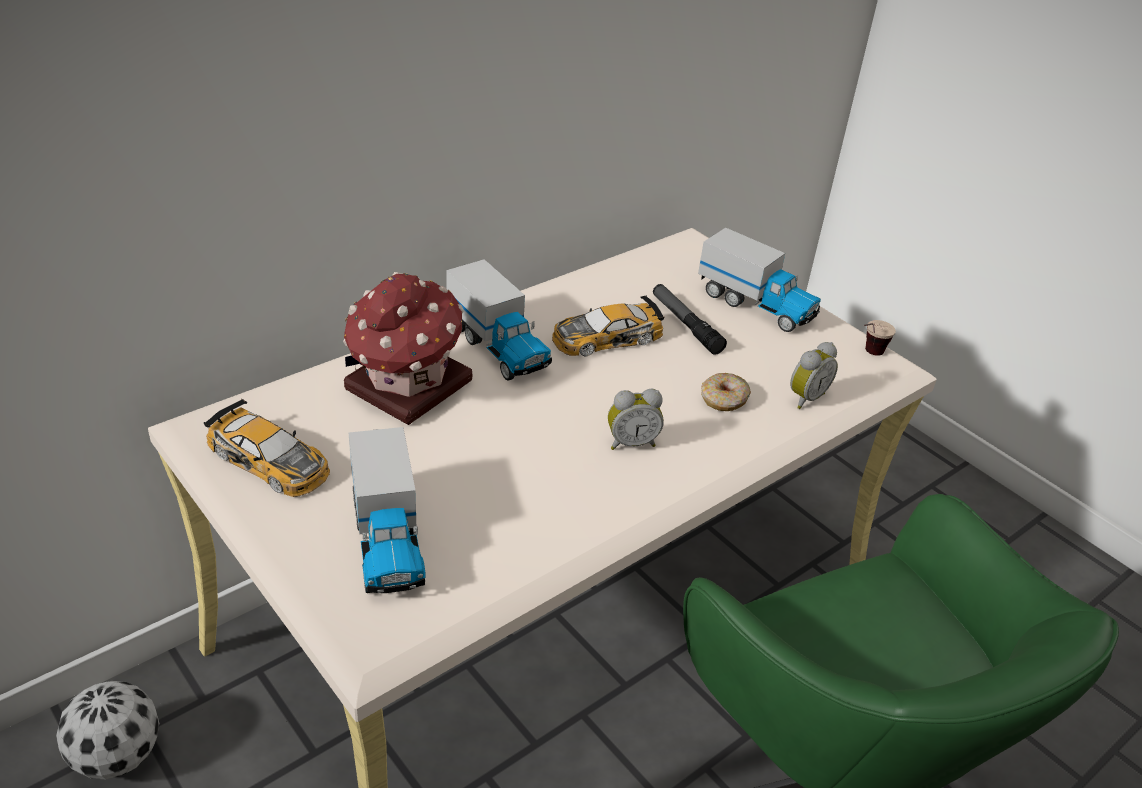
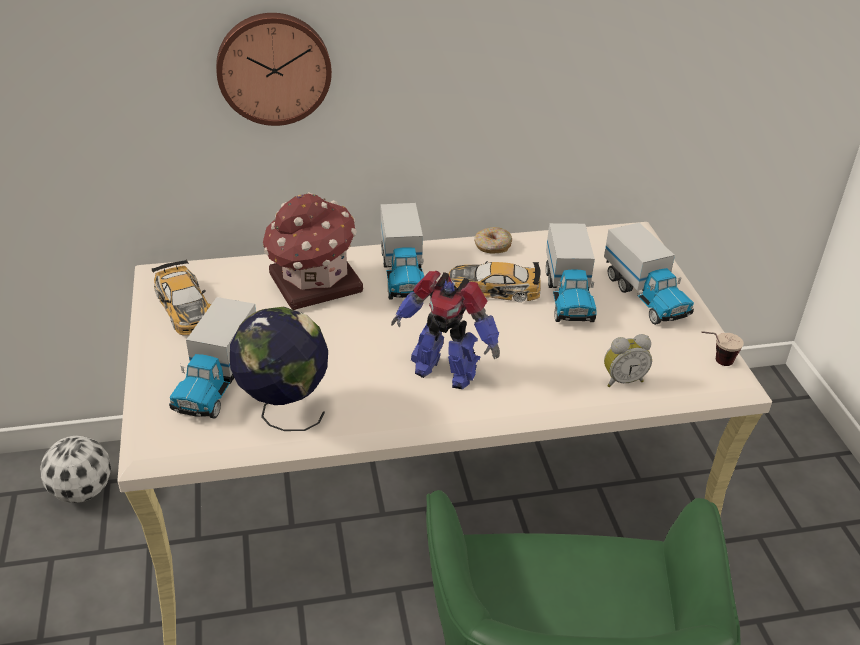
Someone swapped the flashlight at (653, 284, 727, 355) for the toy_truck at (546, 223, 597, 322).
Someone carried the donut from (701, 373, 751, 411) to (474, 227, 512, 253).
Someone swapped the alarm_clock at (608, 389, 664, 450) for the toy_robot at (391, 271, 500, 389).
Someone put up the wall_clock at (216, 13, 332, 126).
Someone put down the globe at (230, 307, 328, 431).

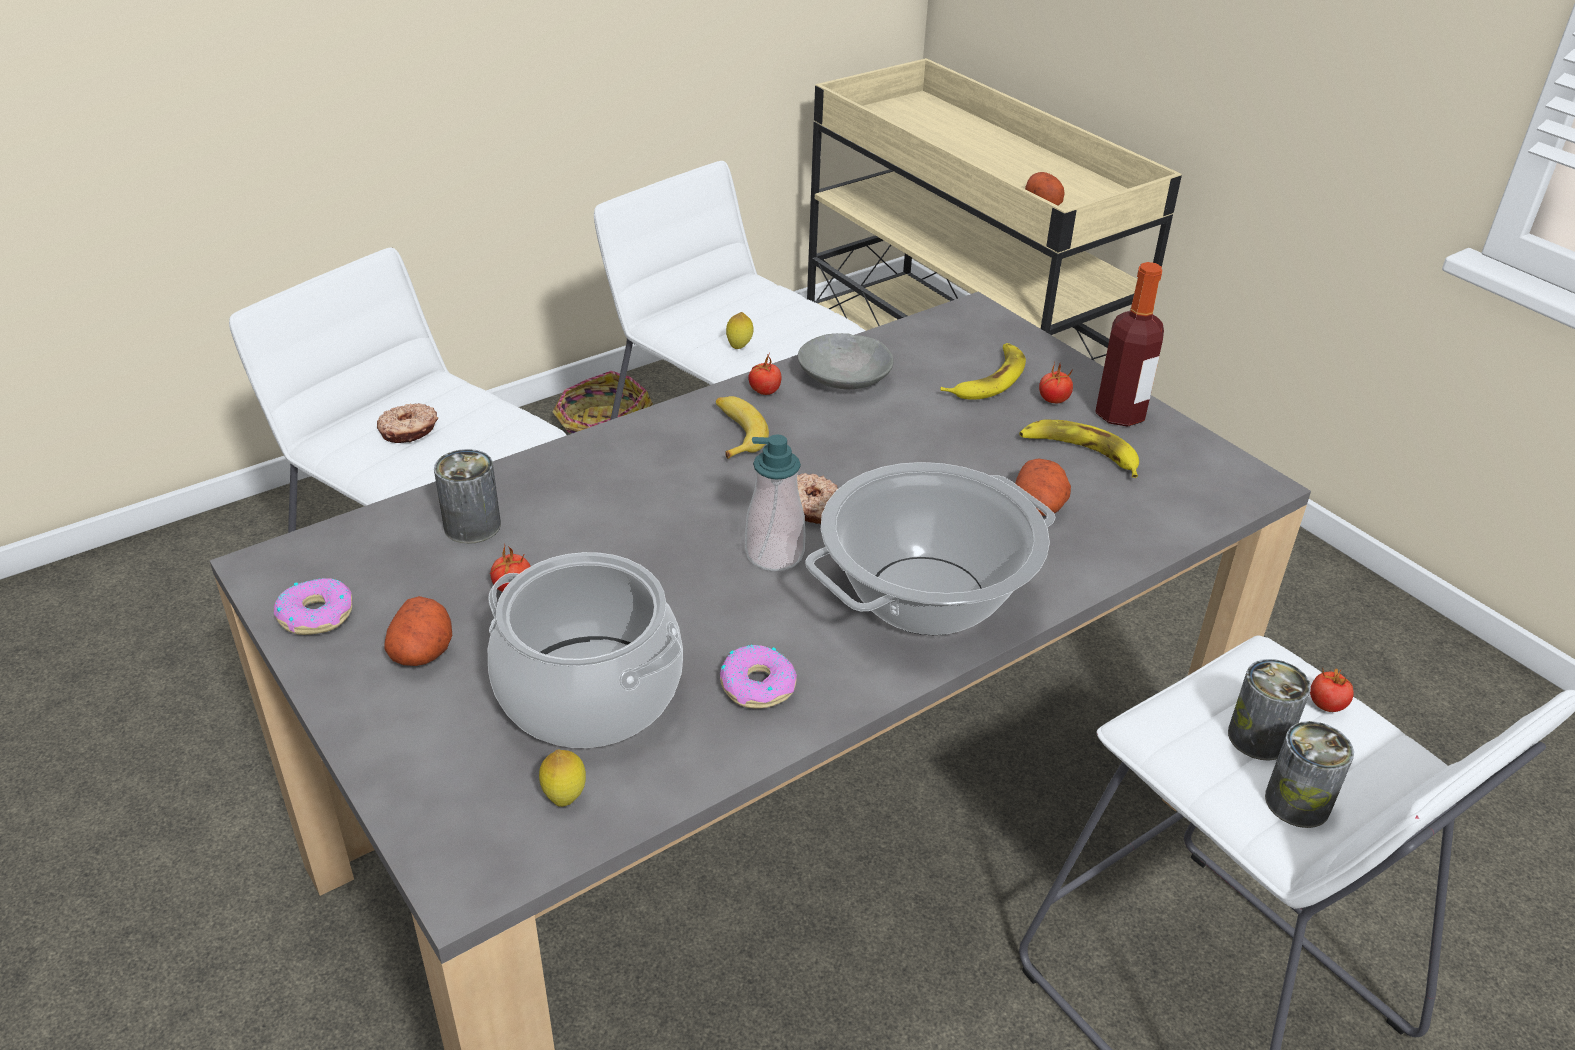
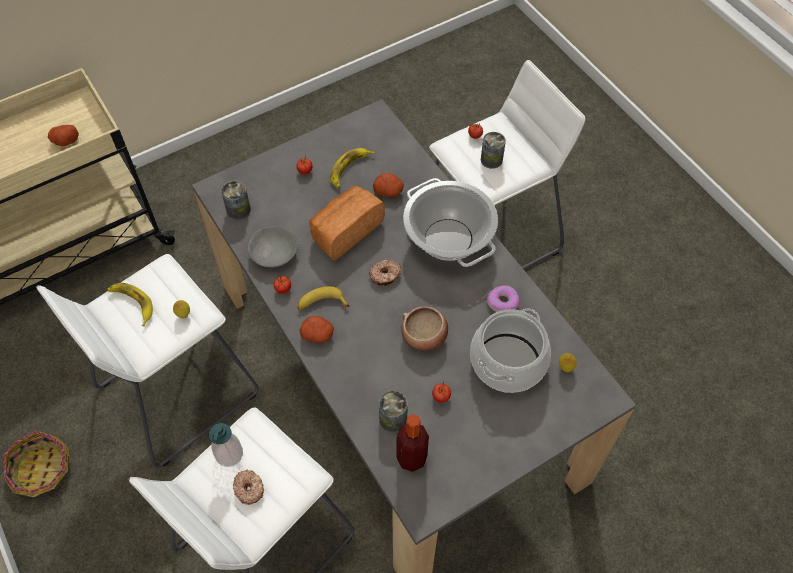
Someone carried the bottle from (1095, 262, 1164, 427) to (396, 414, 429, 472).
Someone carried the banana from (940, 343, 1026, 400) to (108, 283, 153, 326).
Someone carried the soap_dispenser from (745, 434, 805, 571) to (209, 423, 243, 467).
Someone took away the donut at (273, 578, 352, 635).
Someone carried the potato from (384, 596, 452, 666) to (299, 316, 334, 343).
Someone carried the can from (1265, 721, 1354, 828) to (221, 181, 251, 220).
Someone put down the bread at (310, 186, 385, 260).
Someone put down the bowl at (401, 306, 448, 351).

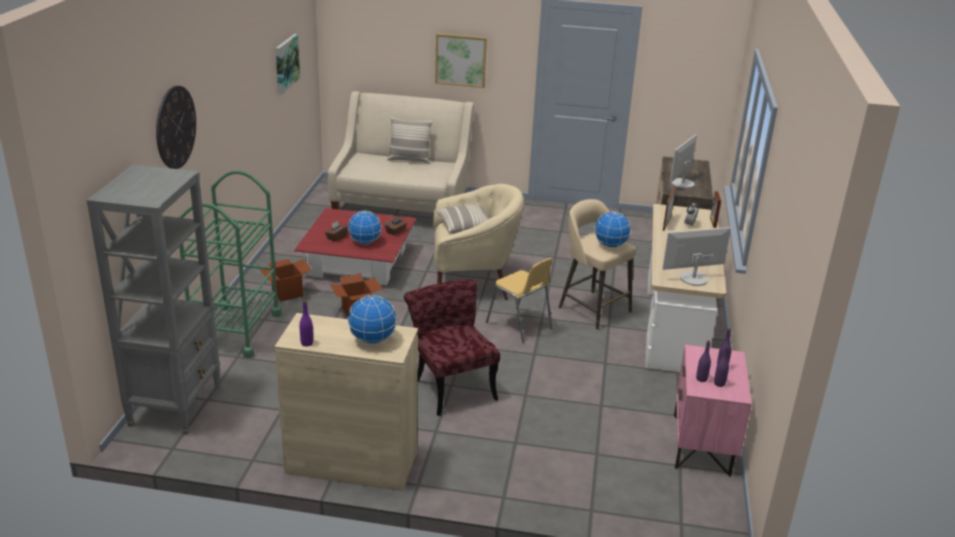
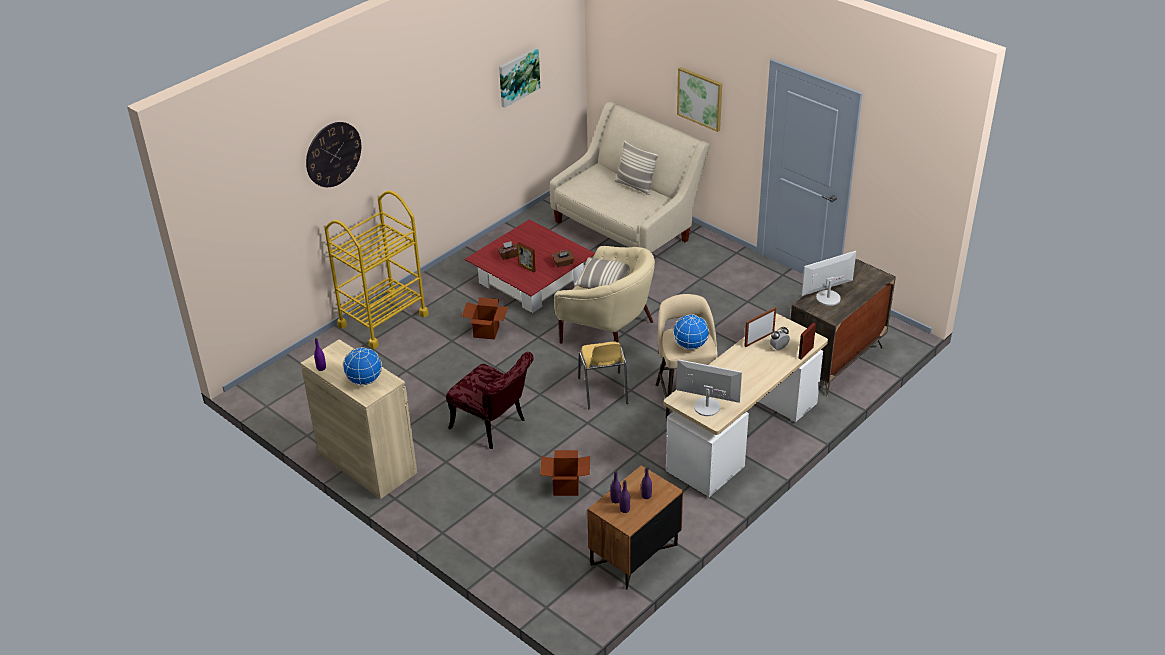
Someone took away the grey_bookcase at (87, 164, 221, 435).
Someone repainted the green_cart at (178, 170, 282, 358), which became the yellow_cart at (324, 191, 429, 349).
Someone swapped the globe at (348, 211, 382, 244) for the picture_frame at (517, 242, 536, 272).
Someone carried the cardboard_box from (260, 259, 312, 302) to (540, 450, 590, 496).
Someone rotated the red_chair at (404, 279, 500, 416) by 120 degrees clockwise.
Someone repainted the pink_nightstand at (674, 345, 752, 477), which became the brown_nightstand at (587, 465, 683, 590).

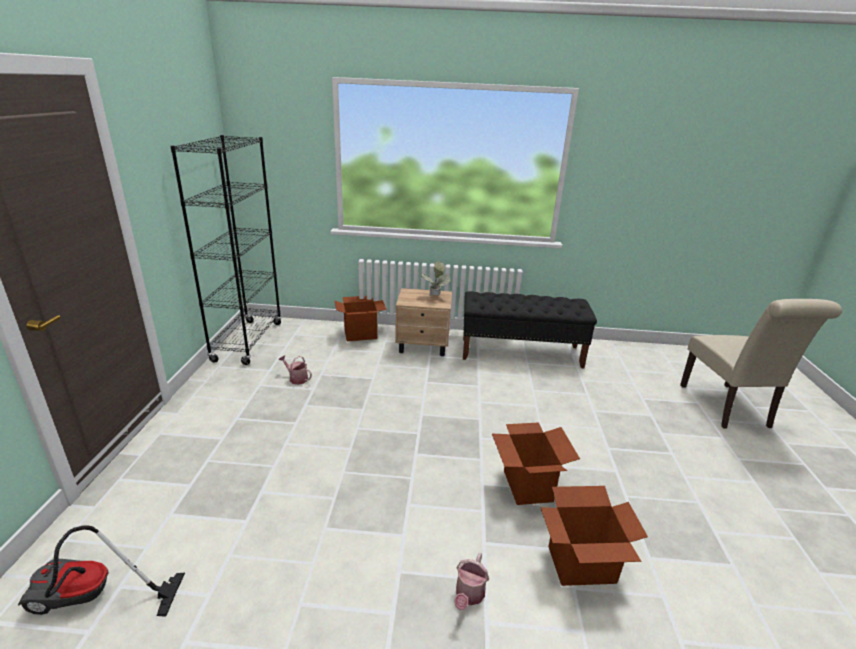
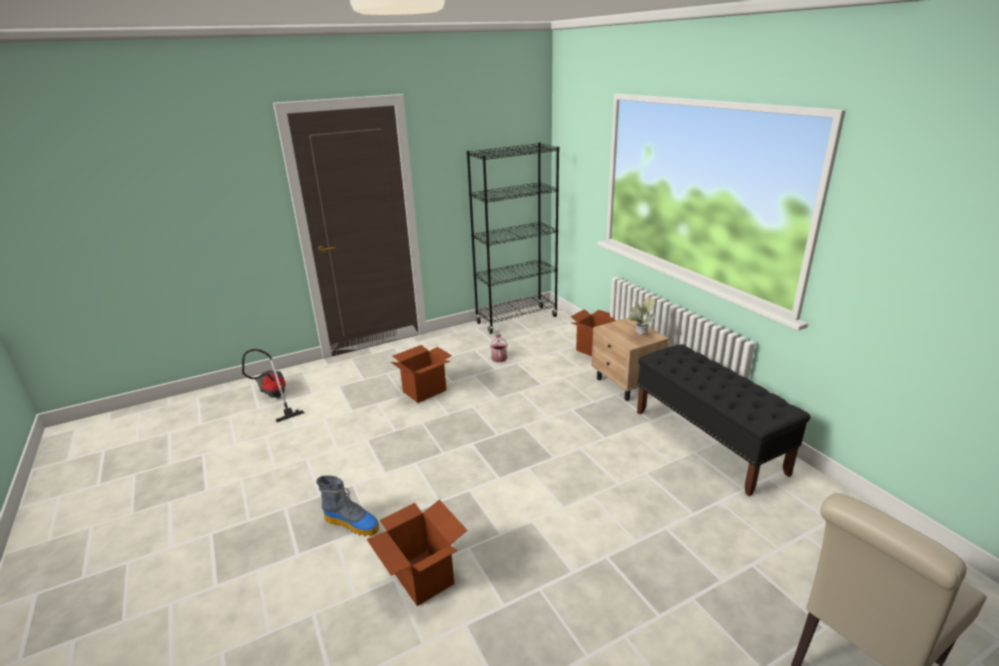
Someone carried the cardboard_box from (492, 422, 580, 505) to (391, 345, 452, 403).
Someone swapped the watering_can at (454, 553, 489, 610) for the boot at (316, 476, 379, 537).

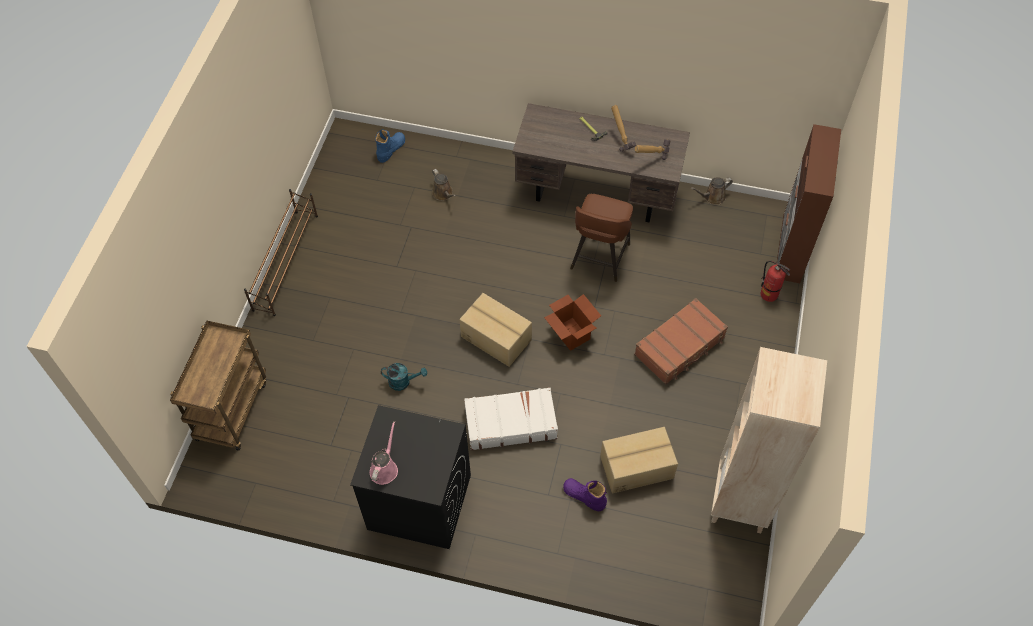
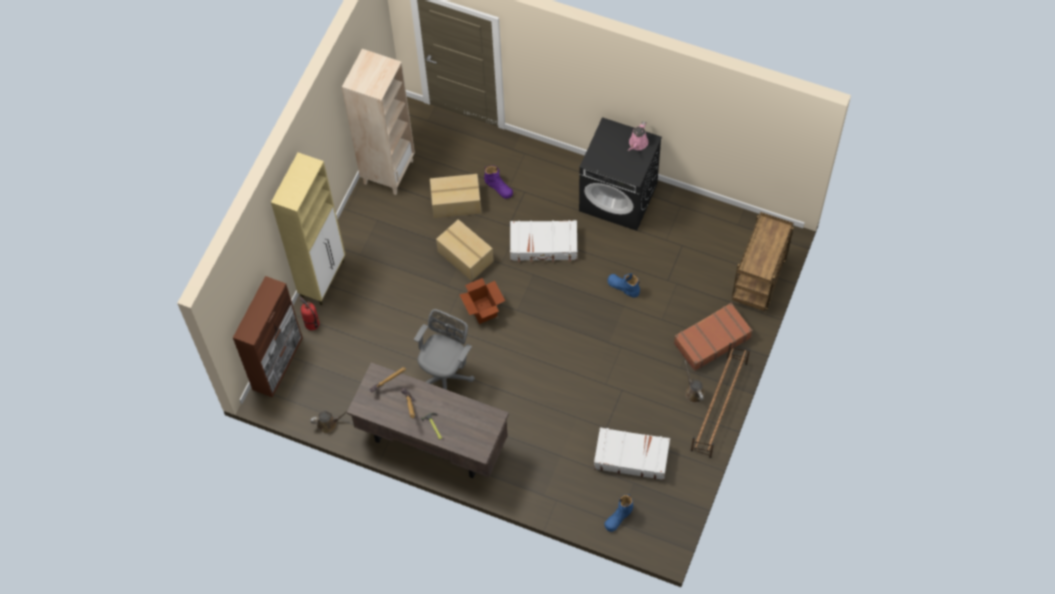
Someone carried the brown_watering_can from (432, 169, 456, 201) to (685, 360, 705, 403).
Someone swapped the brown_stool at (570, 194, 633, 282) for the grey_office_chair at (414, 309, 475, 390).
Someone carried the cardboard_box from (459, 293, 532, 367) to (436, 219, 494, 281).
Someone carried the brown_suitcase from (634, 298, 728, 385) to (674, 303, 753, 371).
Someone swapped the turquoise_watering_can at (381, 363, 427, 391) for the blue_boot at (608, 274, 640, 298).
Someone put down the beige_cabinet at (271, 152, 345, 305).
Someone put down the white_suitcase at (594, 427, 670, 480).

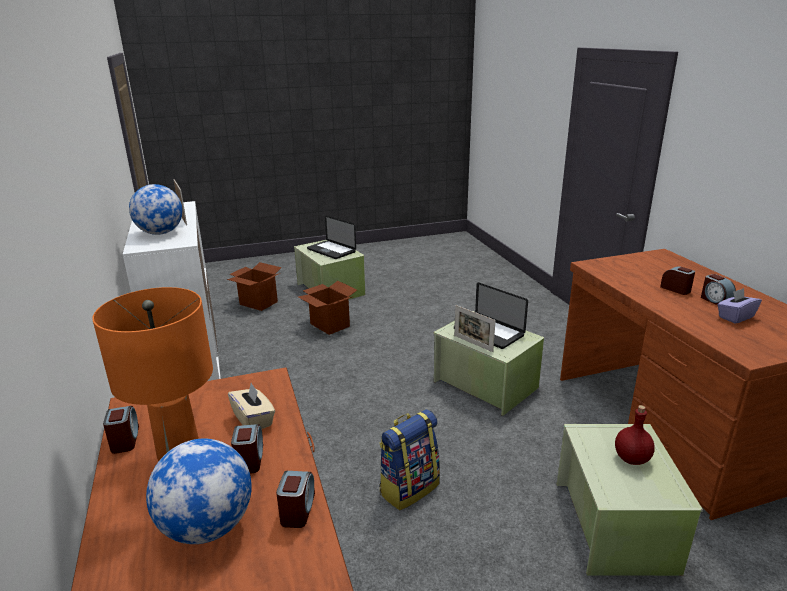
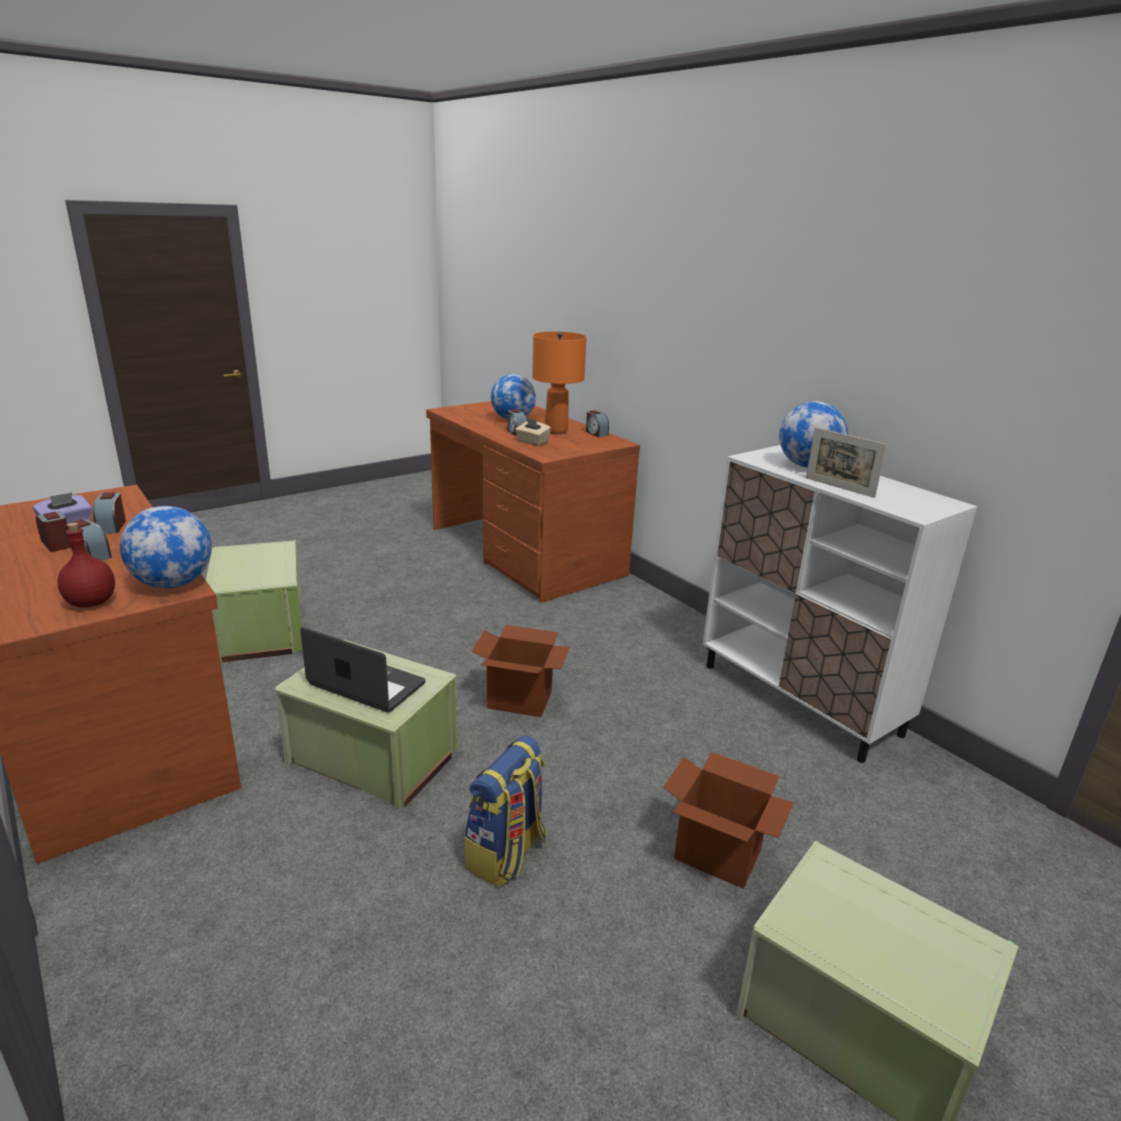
Someone took away the laptop at (307, 216, 356, 259).
Someone carried the cardboard_box from (227, 262, 282, 311) to (472, 625, 570, 717).
Someone took away the picture_frame at (454, 305, 495, 352).
Someone carried the red_bottle from (615, 405, 655, 465) to (58, 522, 115, 608).
Someone carried the backpack from (379, 409, 440, 510) to (464, 736, 546, 887).
Someone carried the alarm_clock from (276, 471, 315, 528) to (92, 492, 126, 534).
Someone put down the globe at (120, 506, 212, 588).

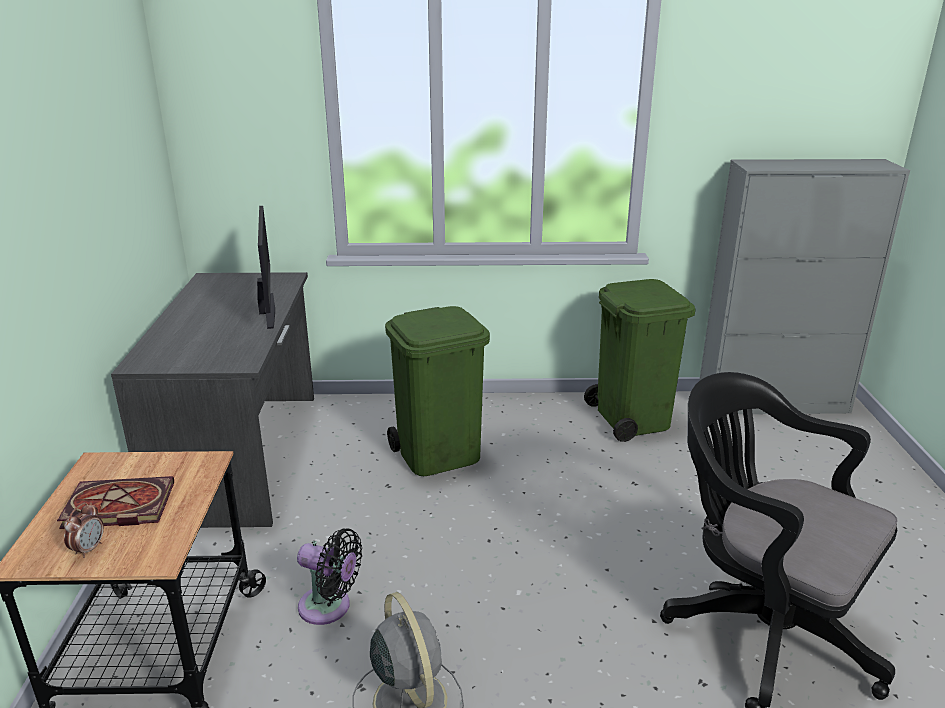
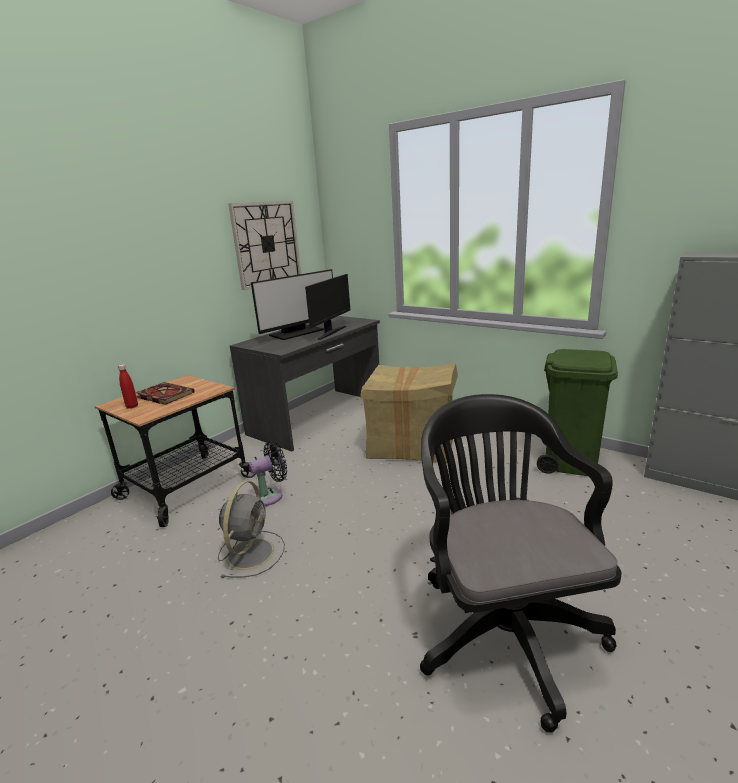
Someone swapped the green_trash_can at (385, 306, 490, 476) for the cardboard_box at (360, 363, 458, 463).
Someone swapped the alarm_clock at (64, 502, 104, 558) for the red_bottle at (118, 364, 138, 409).
Someone rotated the black_fan at (297, 528, 362, 625) by 90 degrees counterclockwise.
Someone put up the wall_clock at (228, 201, 301, 290).
Someone put down the monitor at (251, 269, 333, 340).

